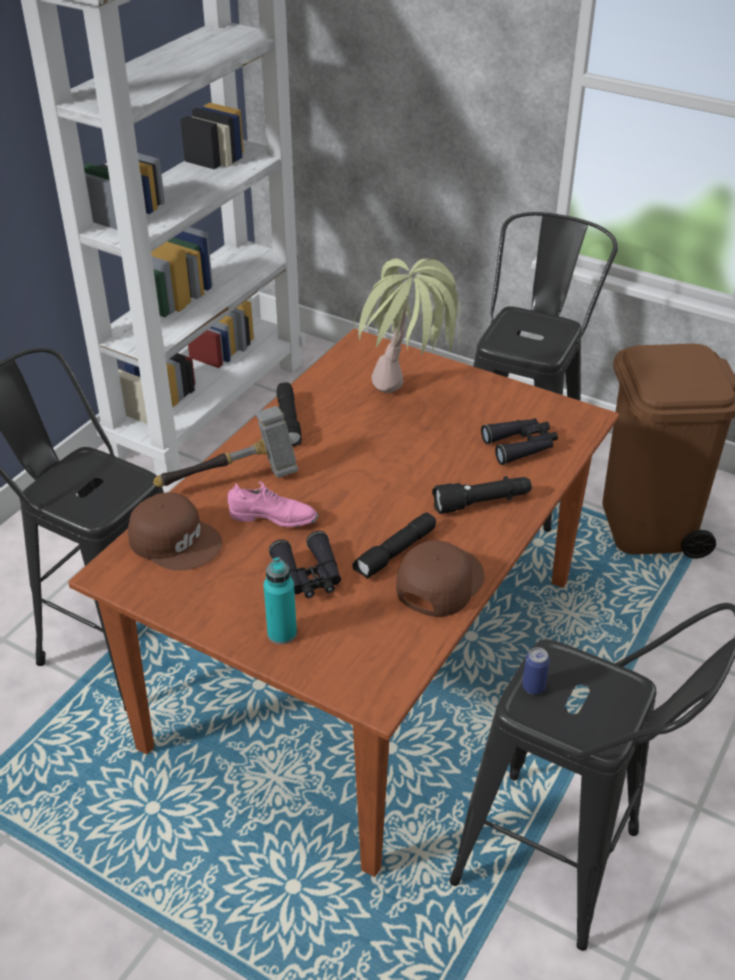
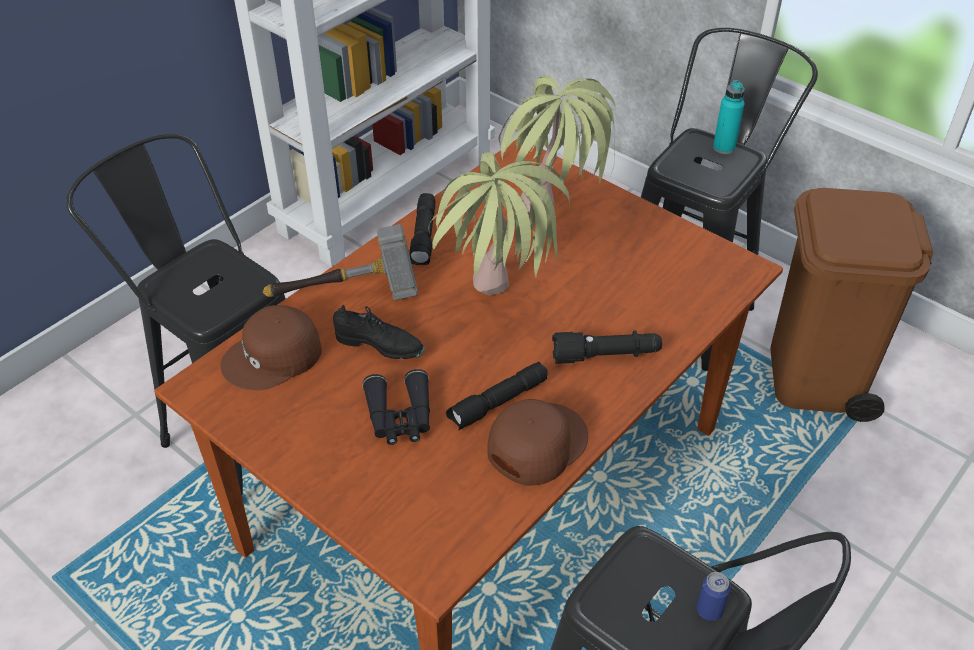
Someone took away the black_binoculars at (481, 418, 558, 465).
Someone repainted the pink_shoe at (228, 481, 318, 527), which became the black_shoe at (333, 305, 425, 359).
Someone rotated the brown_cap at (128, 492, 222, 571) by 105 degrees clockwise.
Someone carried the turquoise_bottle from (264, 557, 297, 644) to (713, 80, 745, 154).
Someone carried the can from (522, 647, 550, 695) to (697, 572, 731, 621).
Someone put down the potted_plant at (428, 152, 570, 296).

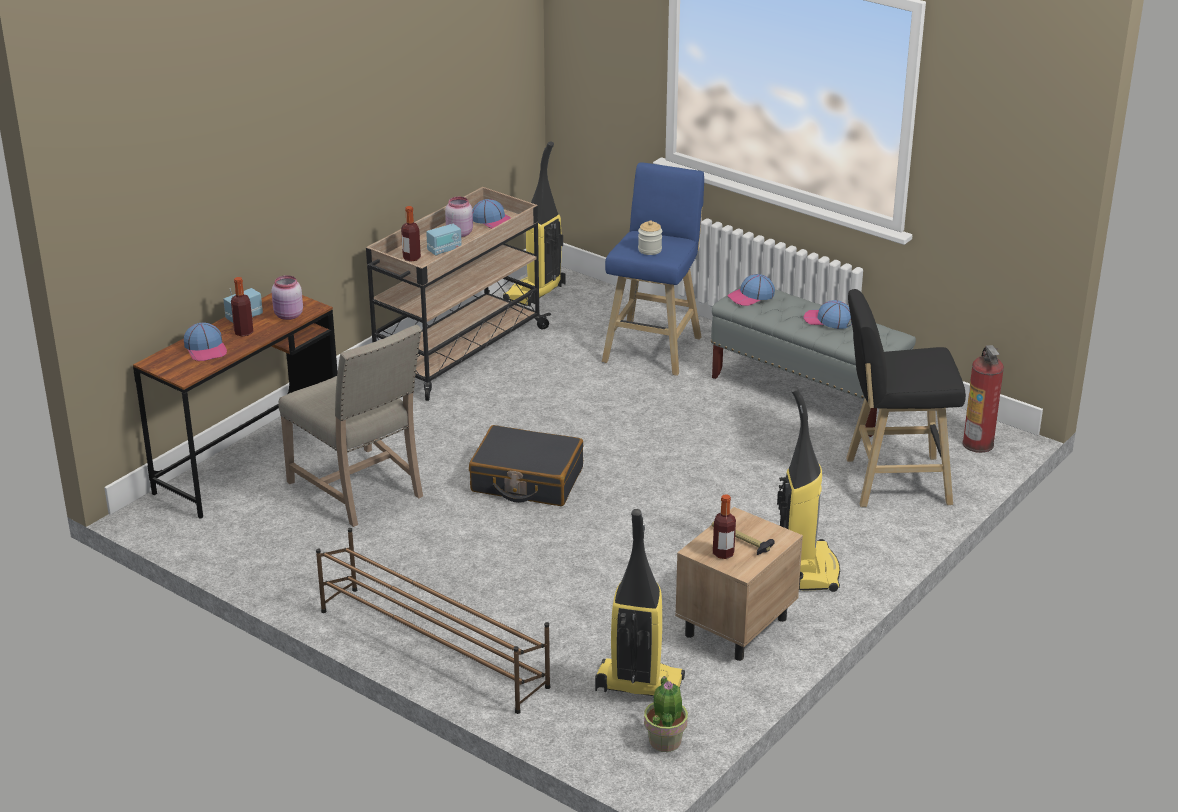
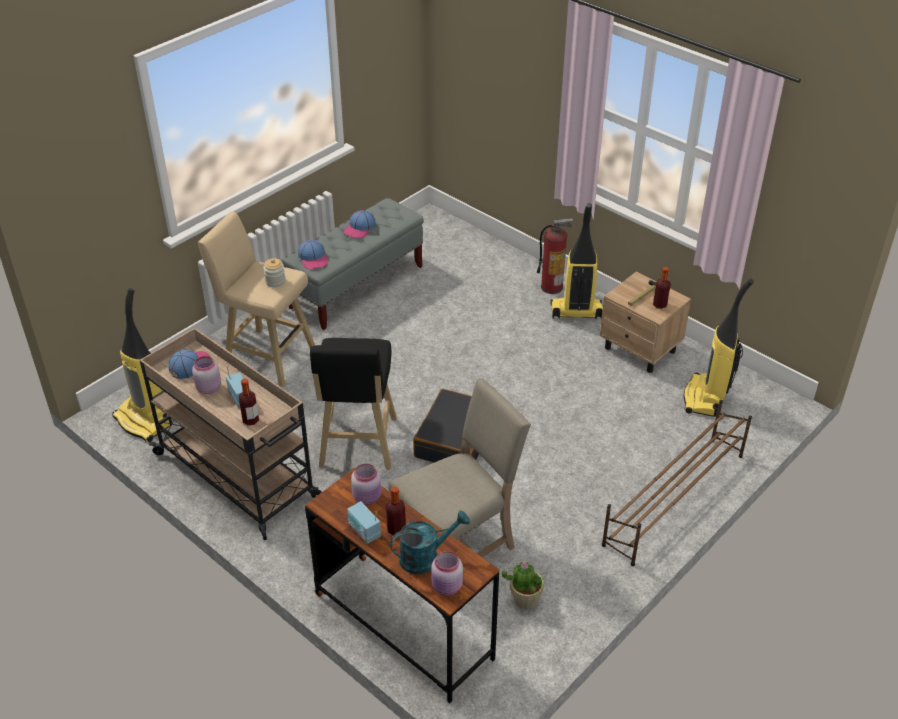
Someone repainted the blue_stool at (602, 162, 704, 376), which became the beige_stool at (198, 212, 315, 387).
Someone carried the black_stool from (846, 289, 966, 507) to (310, 338, 397, 469).
Someone swapped the cap at (184, 323, 227, 361) for the turquoise_watering_can at (390, 510, 470, 574).
Someone carried the fire_extinguisher from (962, 345, 1004, 453) to (537, 218, 573, 294).
Someone carried the potted_plant from (644, 676, 688, 752) to (502, 561, 544, 609).
Someone put down the pink_jar at (431, 551, 463, 596).

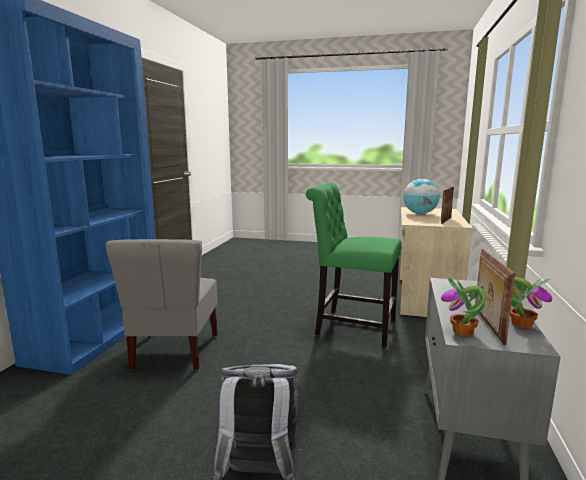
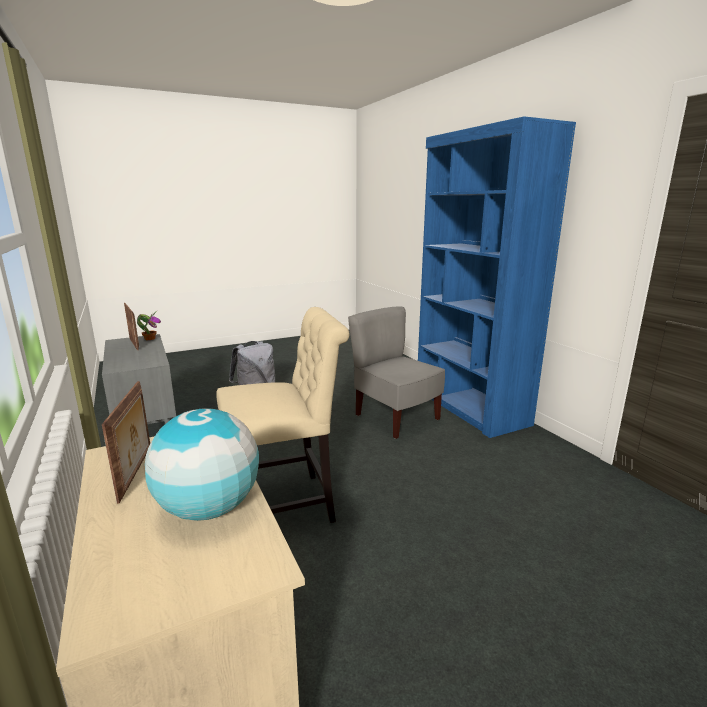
Someone repainted the green_chair at (306, 182, 402, 347), which became the beige_chair at (216, 307, 349, 523).
Someone took away the potted_plant at (510, 277, 552, 328).

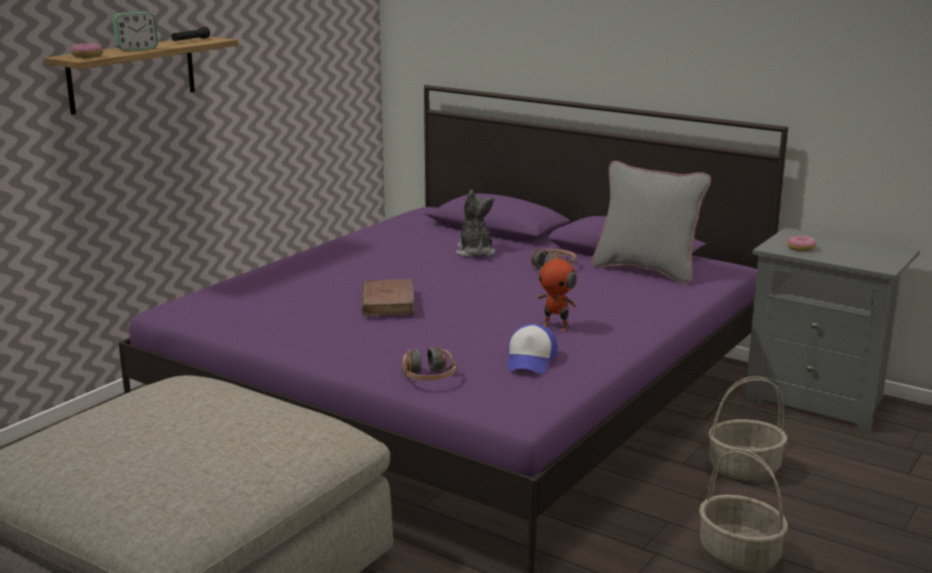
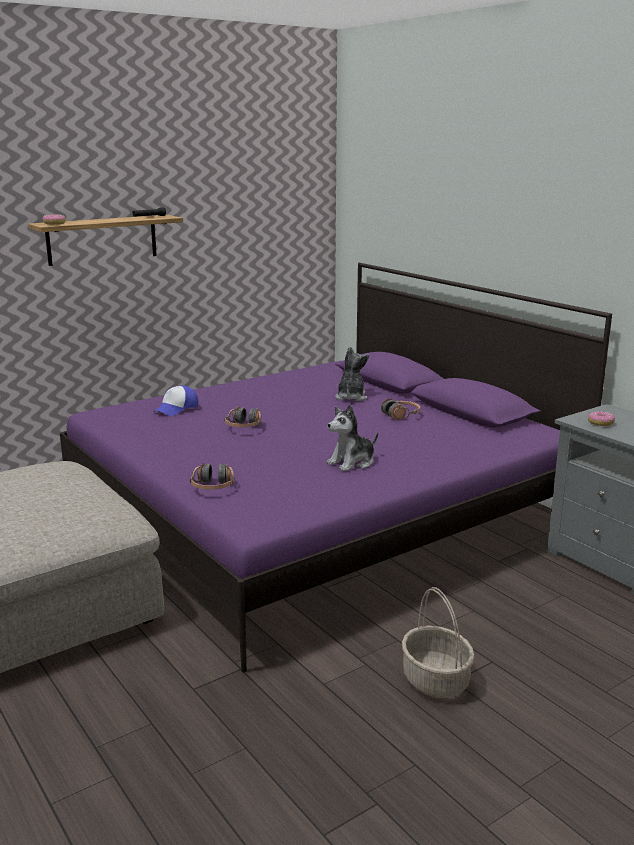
Someone took away the alarm_clock at (113, 12, 158, 51).
Someone took away the grey_pillow at (592, 161, 711, 284).
Someone swapped the toy_robot at (537, 250, 578, 331) for the plush_toy at (327, 405, 378, 472).
Someone swapped the brown_book at (361, 279, 414, 316) for the headphones at (224, 407, 261, 427).
Someone carried the cap from (507, 324, 558, 374) to (154, 385, 198, 416).
Someone took away the basket at (708, 376, 787, 480).

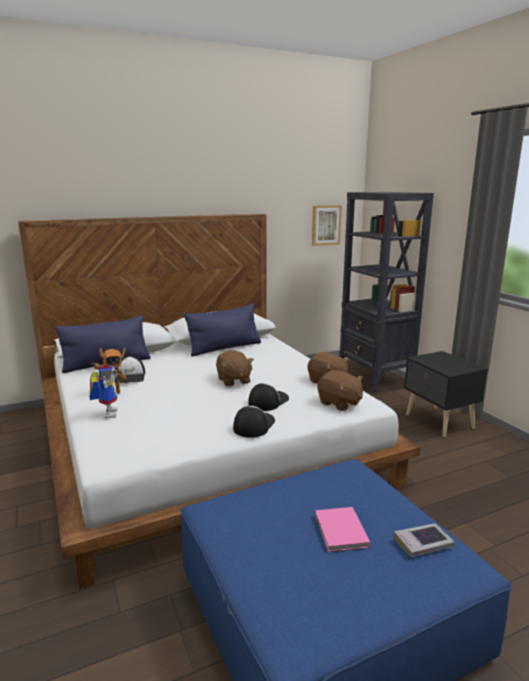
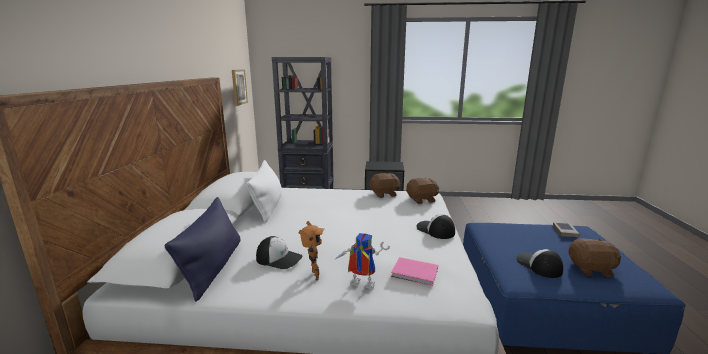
Someone repainted the blue_pillow at (184, 304, 261, 357), which became the white_pillow at (246, 160, 282, 223).
Someone carried the brown_plush_toy from (216, 350, 254, 387) to (568, 238, 621, 277).
Someone carried the cap from (248, 383, 289, 411) to (516, 249, 563, 278).
Someone carried the pink_book from (315, 507, 370, 552) to (391, 257, 438, 286).

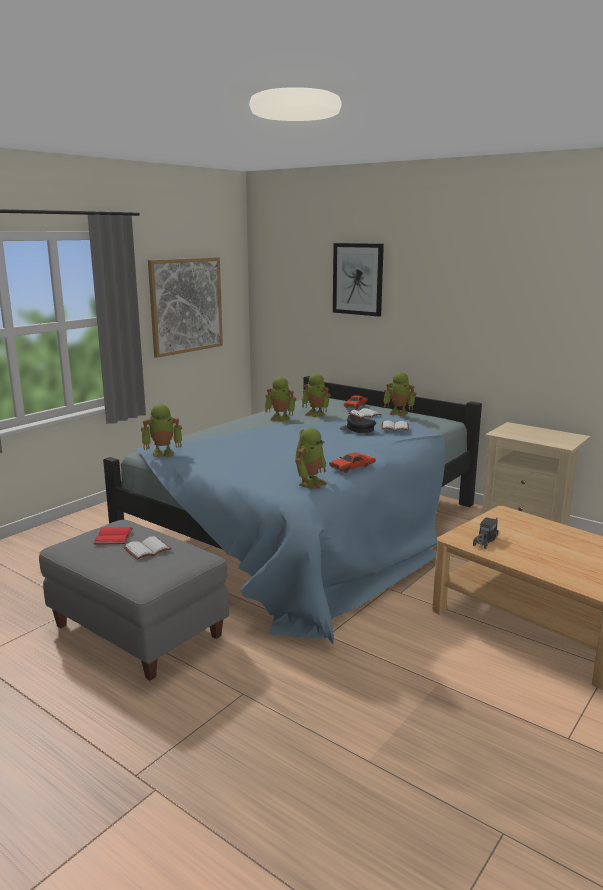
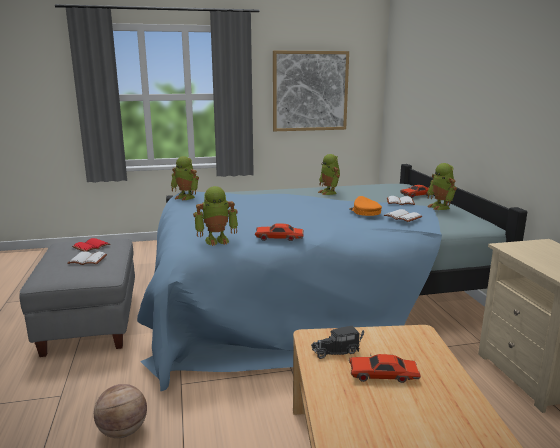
Someone took away the picture at (333, 243, 384, 317).
Someone took away the toy_robot at (302, 373, 331, 417).
Someone repainted the black_cap at (340, 415, 376, 433), which became the orange_cap at (349, 196, 382, 216).
Someone put down the red_toy_car at (349, 353, 421, 383).
Someone put down the basketball at (94, 384, 147, 438).

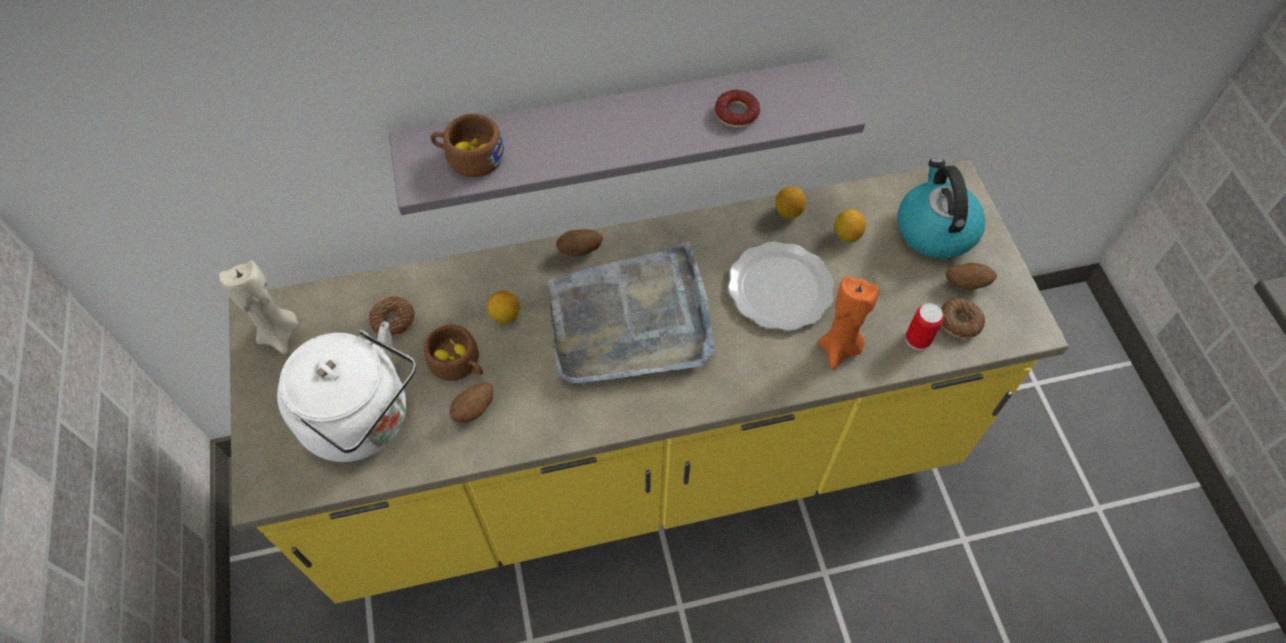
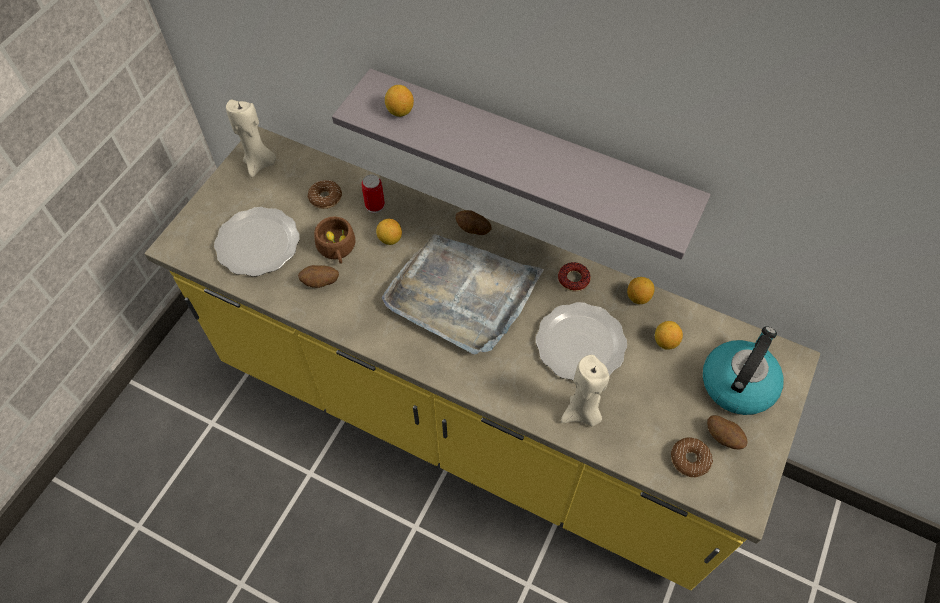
Someone carried the donut from (715, 90, 760, 128) to (558, 262, 591, 291).
Someone swapped the brown_cup at (431, 113, 504, 177) for the lemon at (385, 85, 414, 117).
Someone repainted the orange_candle at (818, 276, 879, 370), which became the beige_candle at (561, 355, 610, 427).
Someone carried the can from (906, 303, 944, 350) to (361, 174, 385, 213).
Someone swapped the white_kettle at (277, 321, 416, 462) for the plate at (214, 207, 300, 276).

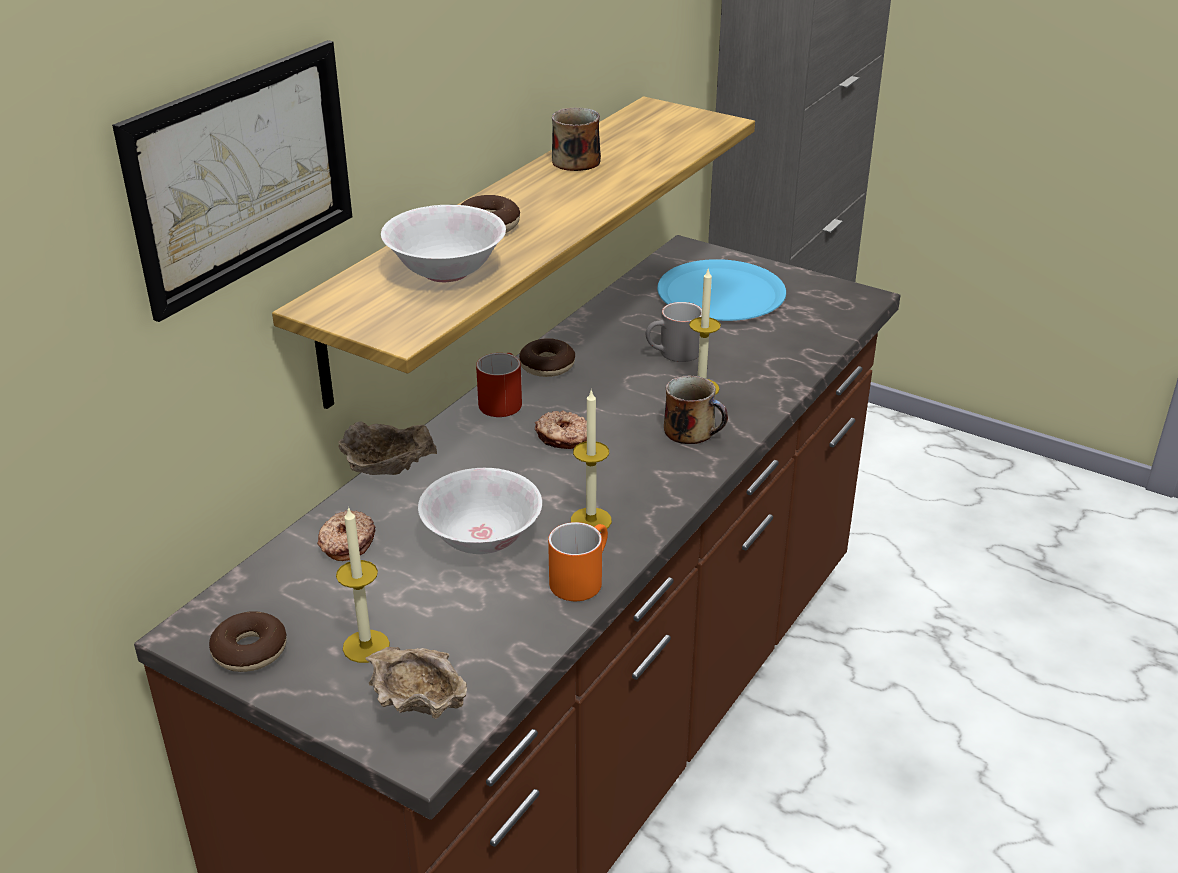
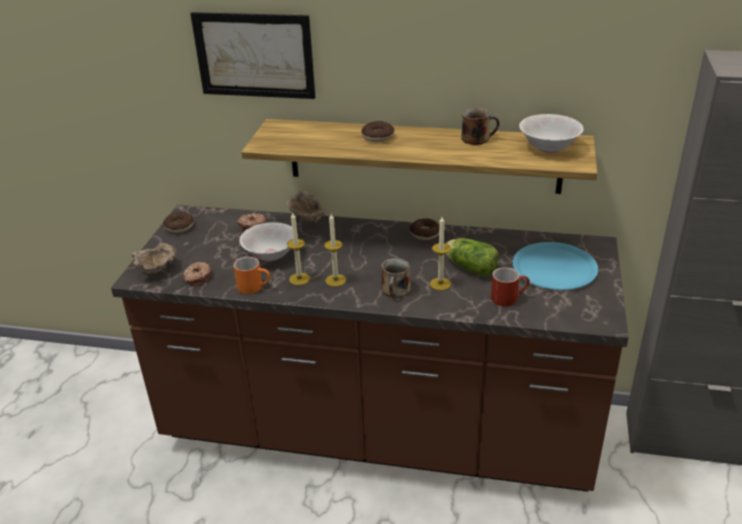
Someone carried the white_bowl from (381, 205, 506, 282) to (519, 114, 584, 153).
Someone swapped the grey_mug at (645, 302, 702, 362) for the lettuce at (445, 238, 499, 276).
Someone carried the red_mug from (476, 353, 522, 417) to (491, 267, 530, 306).
Someone carried the donut from (535, 410, 587, 449) to (183, 262, 212, 286).
Someone carried the candle from (336, 507, 390, 663) to (324, 214, 346, 287).

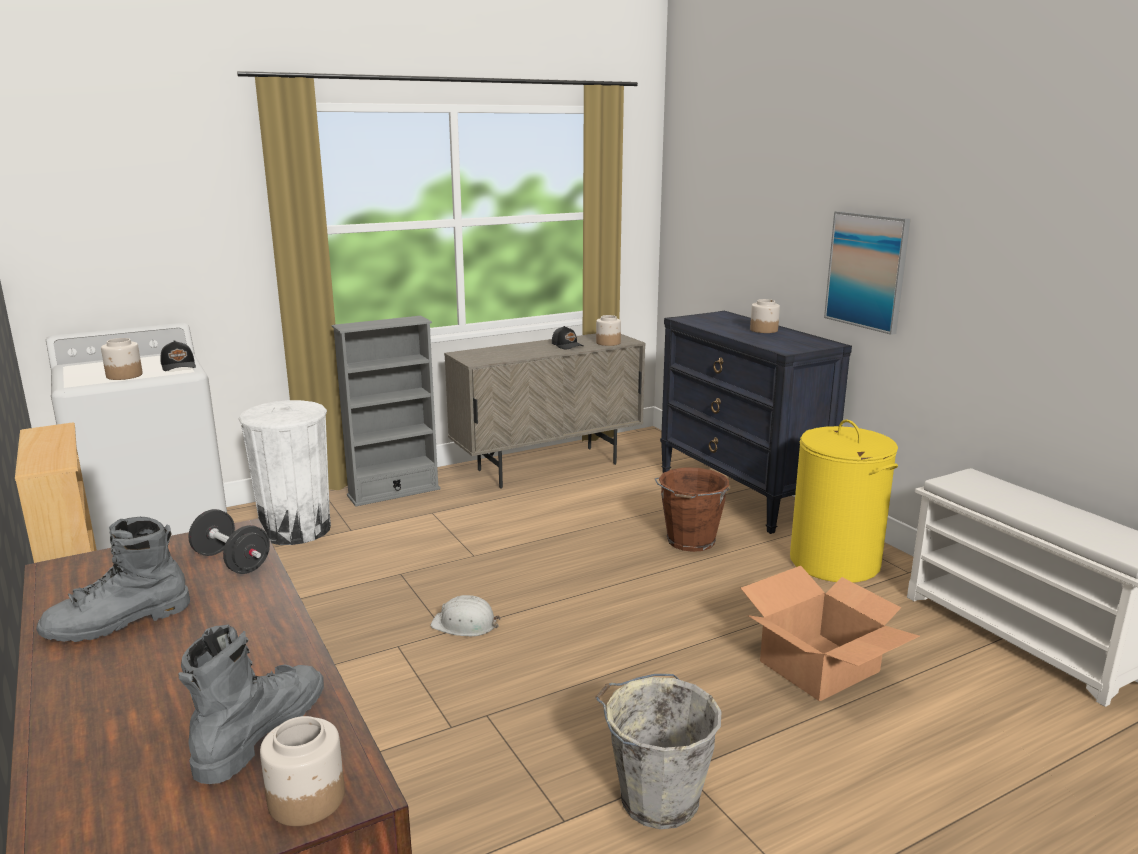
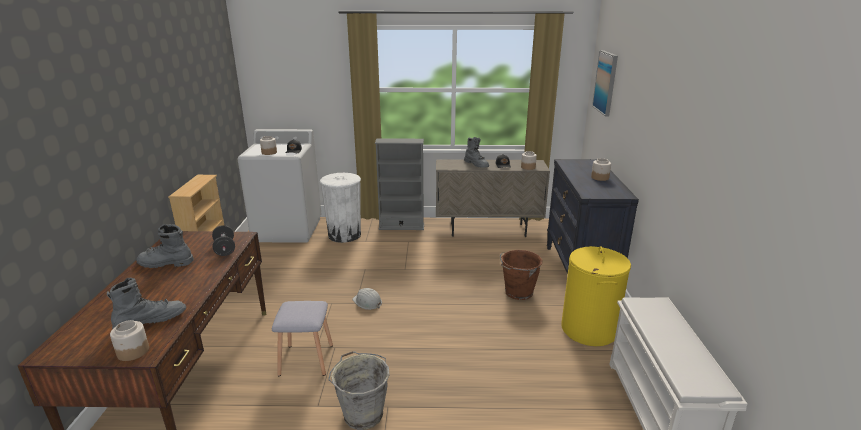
Someone carried the picture from (824, 211, 911, 335) to (592, 50, 618, 116).
Someone took away the cardboard_box at (741, 566, 920, 702).
Someone put down the grey_boot at (464, 137, 489, 168).
Someone put down the grey_stool at (272, 301, 333, 376).

